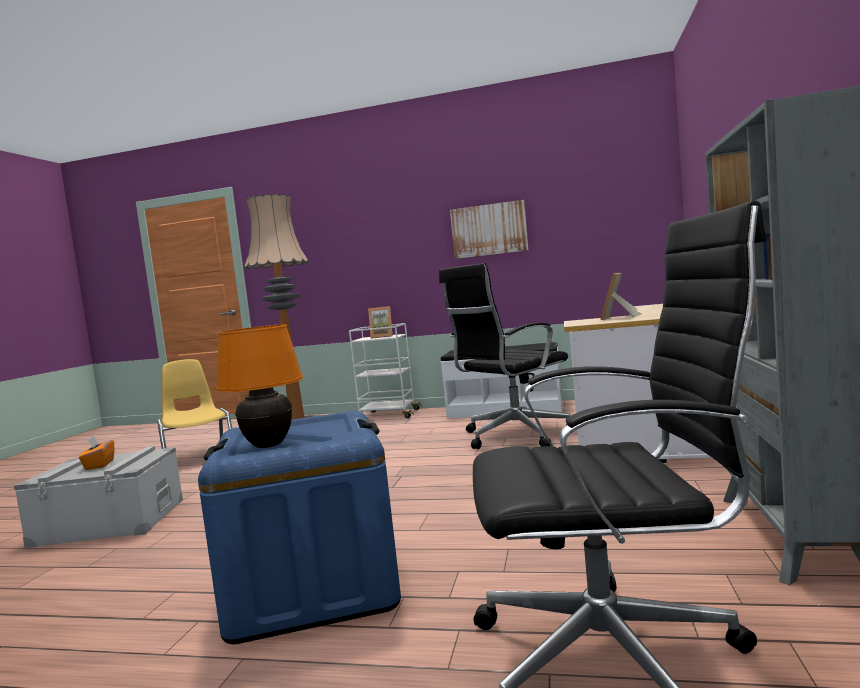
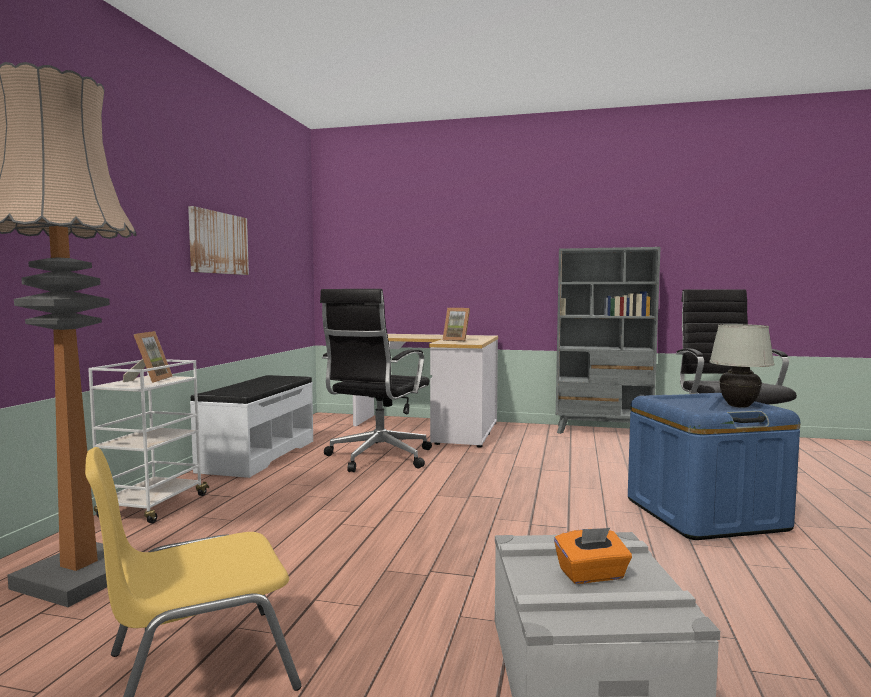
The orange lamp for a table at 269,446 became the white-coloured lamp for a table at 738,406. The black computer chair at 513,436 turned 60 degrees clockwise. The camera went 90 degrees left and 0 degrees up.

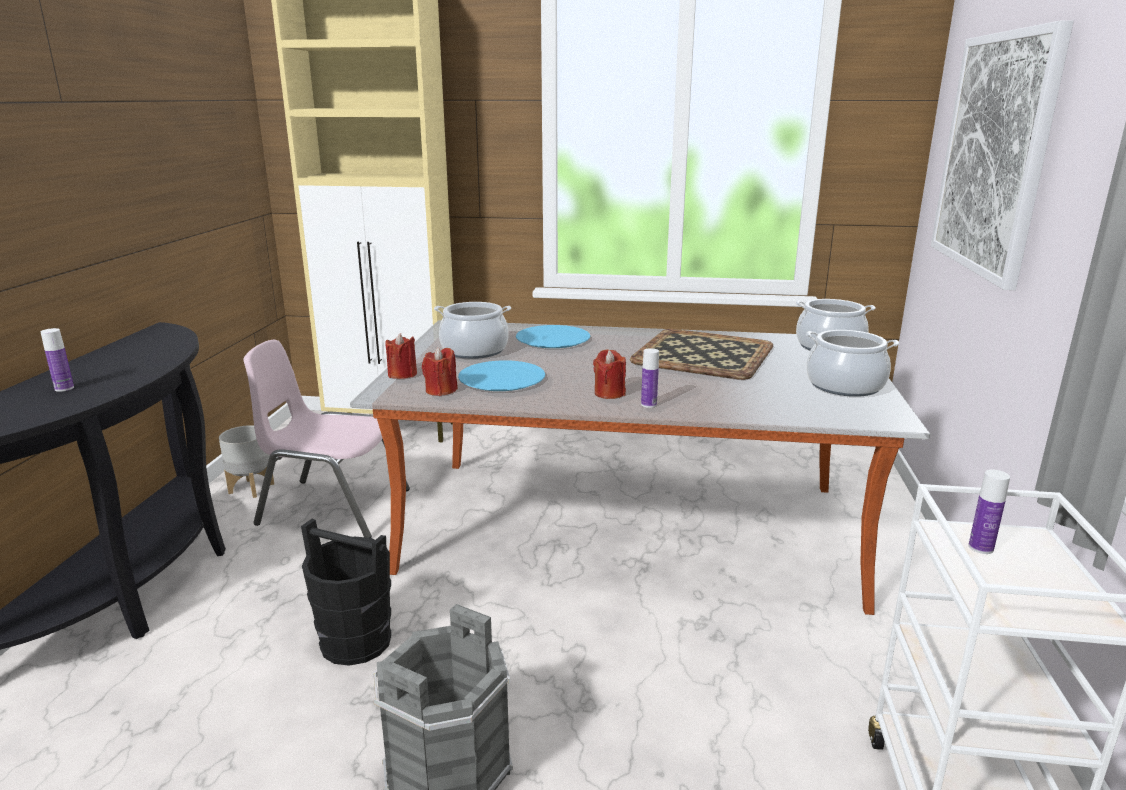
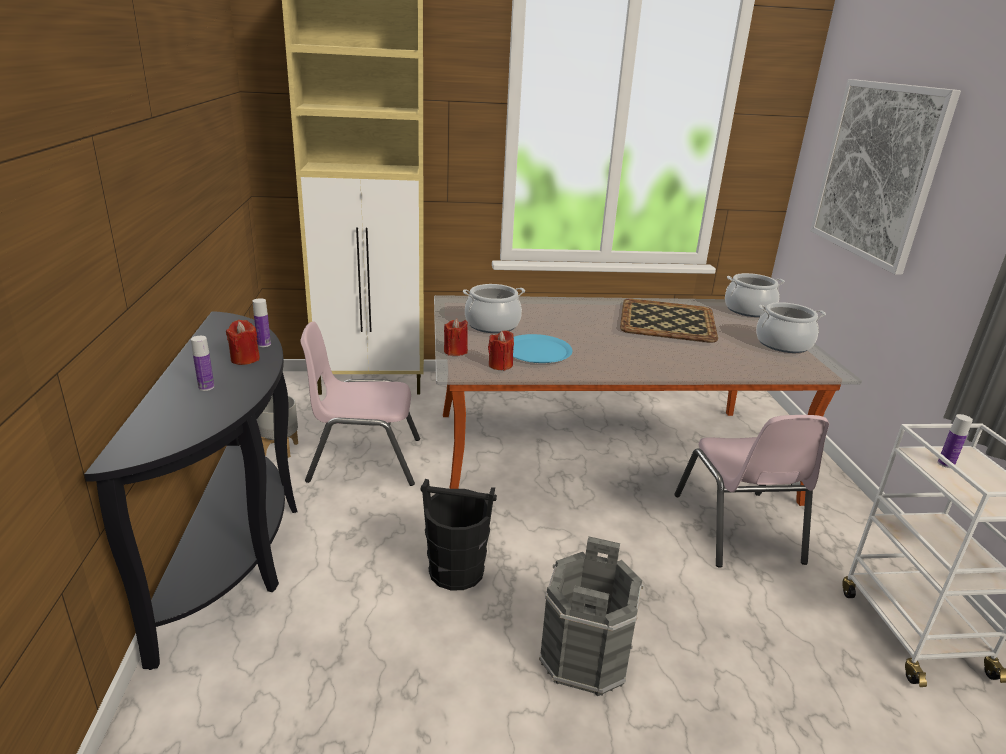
The blue-coloured dinner plate at 553,338 disappeared. The pinkish upright chair at 737,528 appeared. The red-coloured wax light moved from 609,393 to 245,359. The beverage bottle moved from 648,404 to 264,344. The camera went 15 degrees left and 5 degrees up.

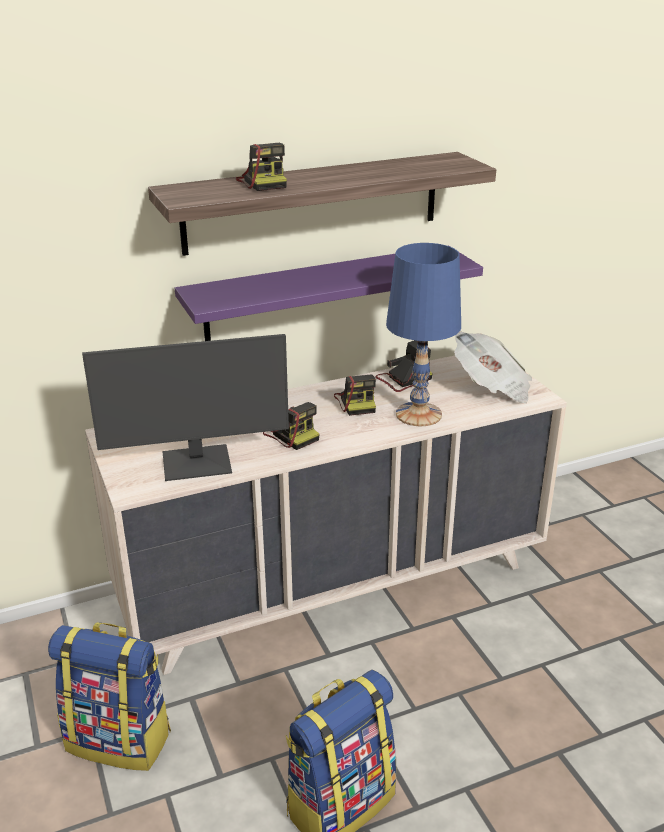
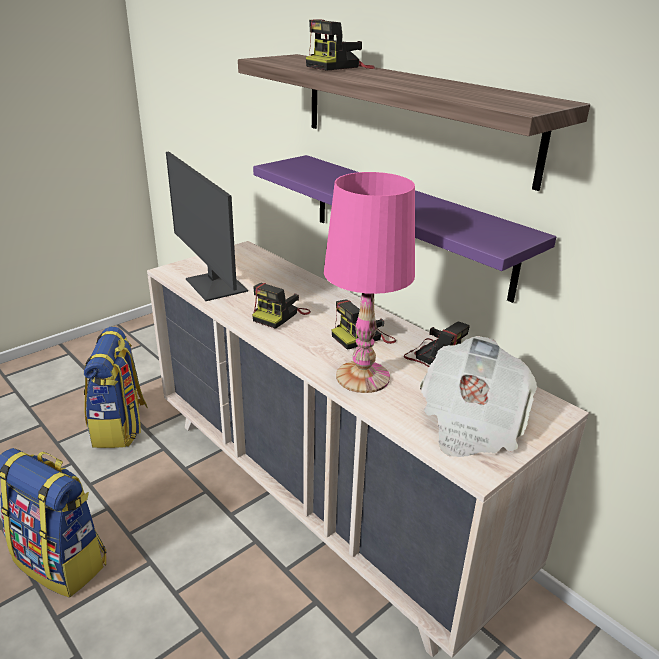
The blue-coloured lamp for a table at 419,414 became the pinkish lamp for a table at 363,377. The camera went 70 degrees right and 0 degrees up.

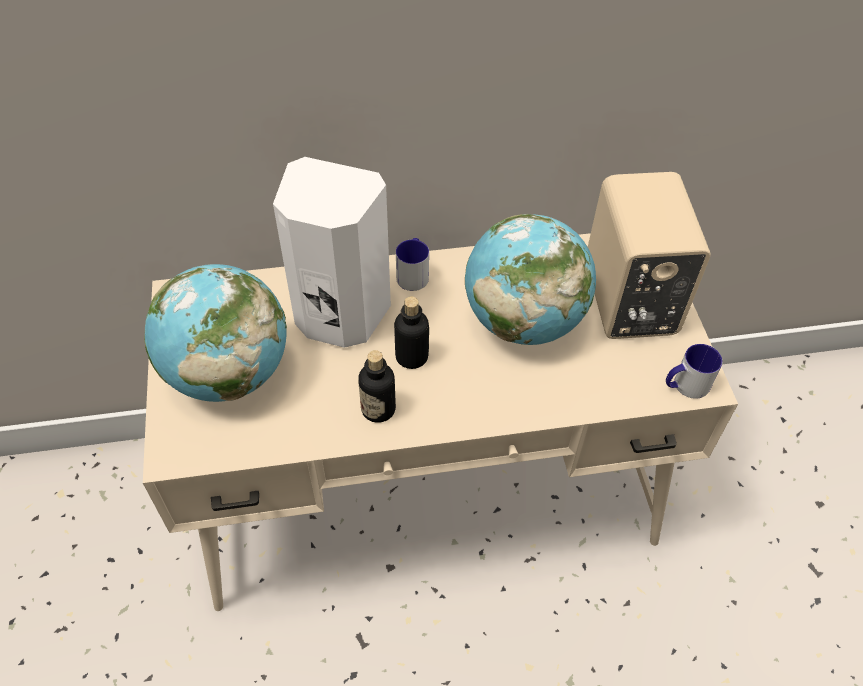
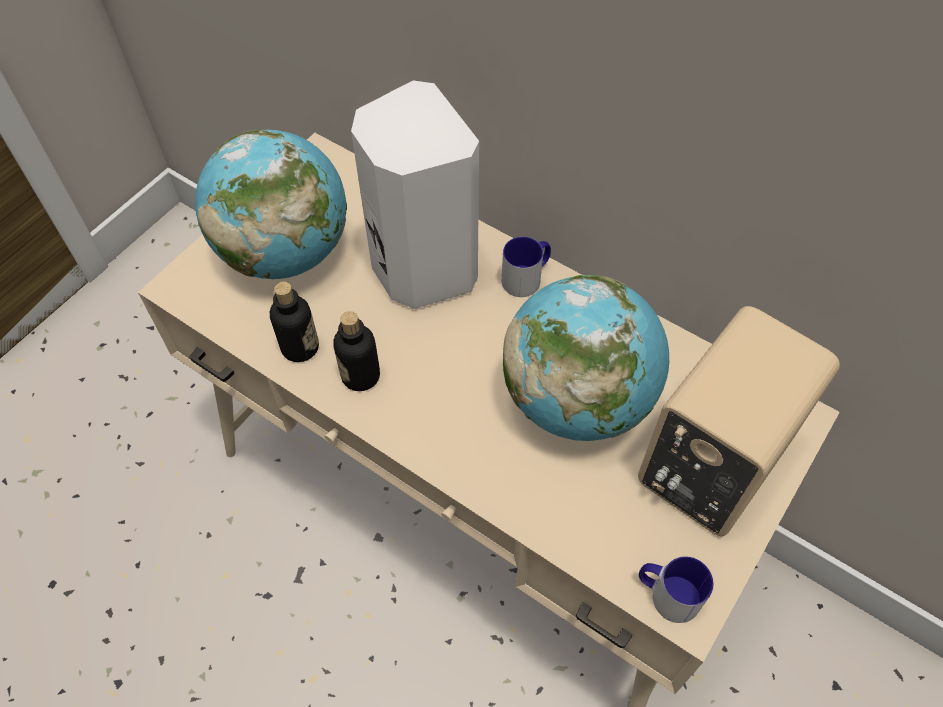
The beverage bottle moved from 411,357 to 300,347. The camera went 45 degrees right and 5 degrees up.

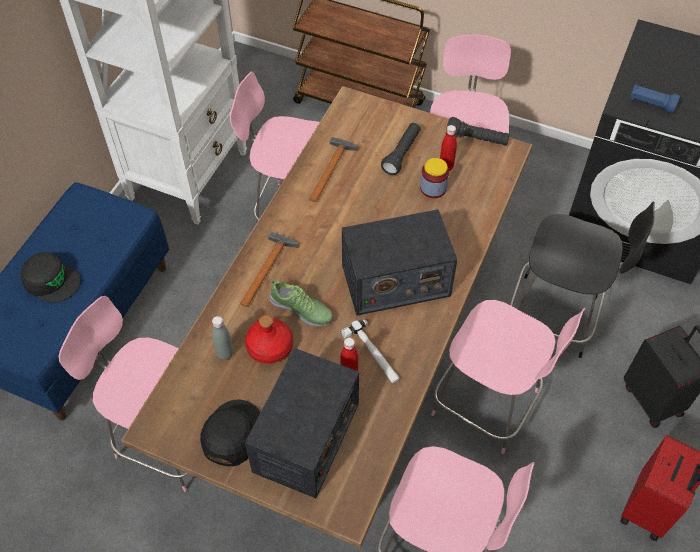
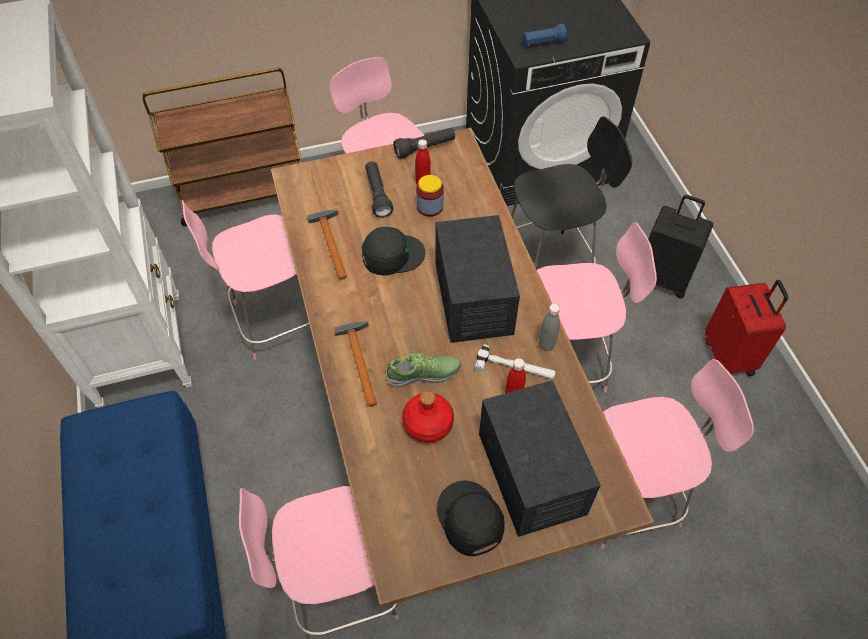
The black cap moved from 51,280 to 392,255. The grey beverage bottle moved from 225,353 to 546,344. The radio receiver at 395,281 turned 45 degrees counterclockwise. The camera went 40 degrees left and 0 degrees up.

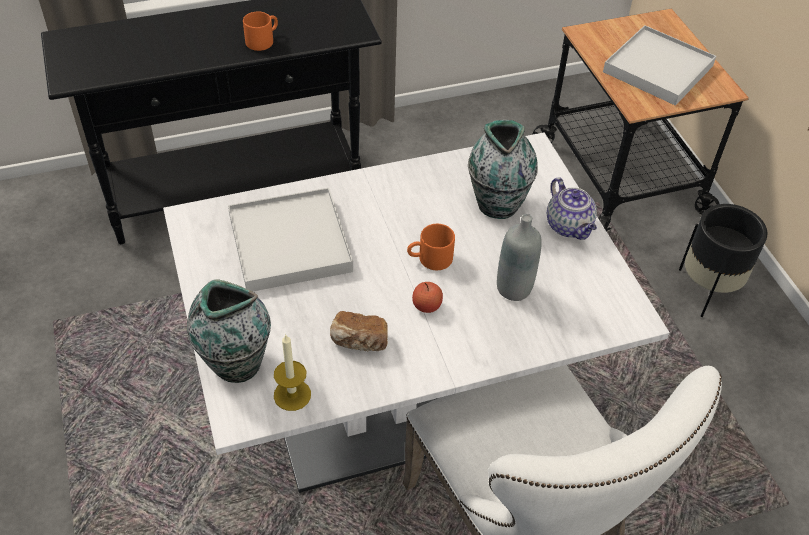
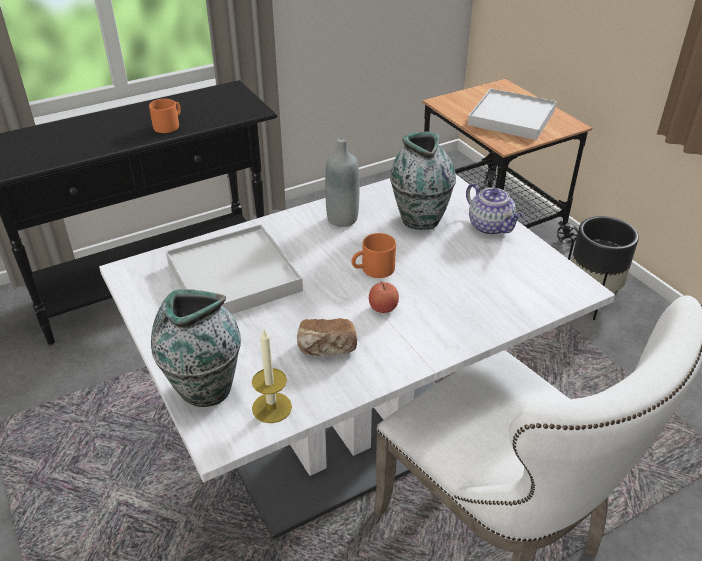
The grey beverage bottle moved from 514,288 to 342,219. The camera went 10 degrees left and 10 degrees down.

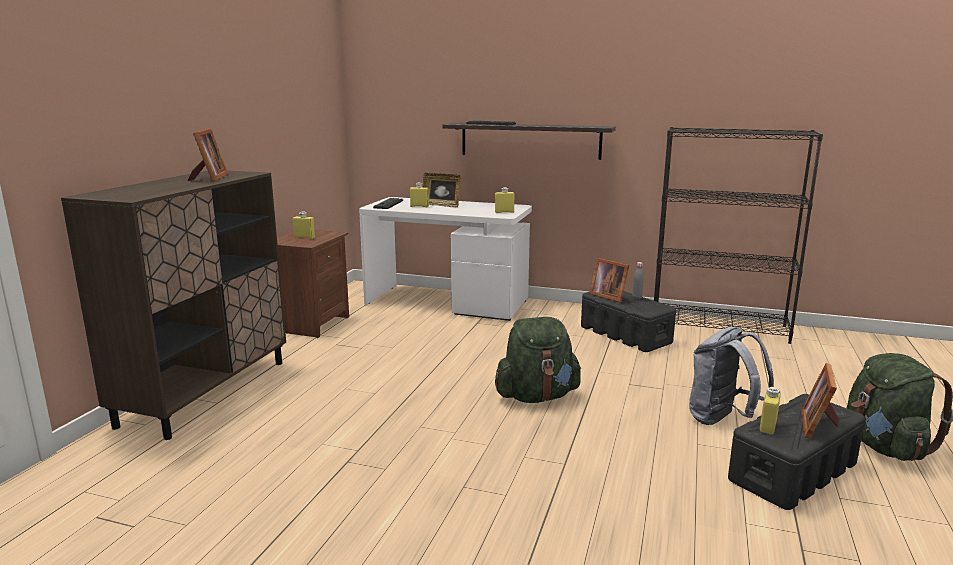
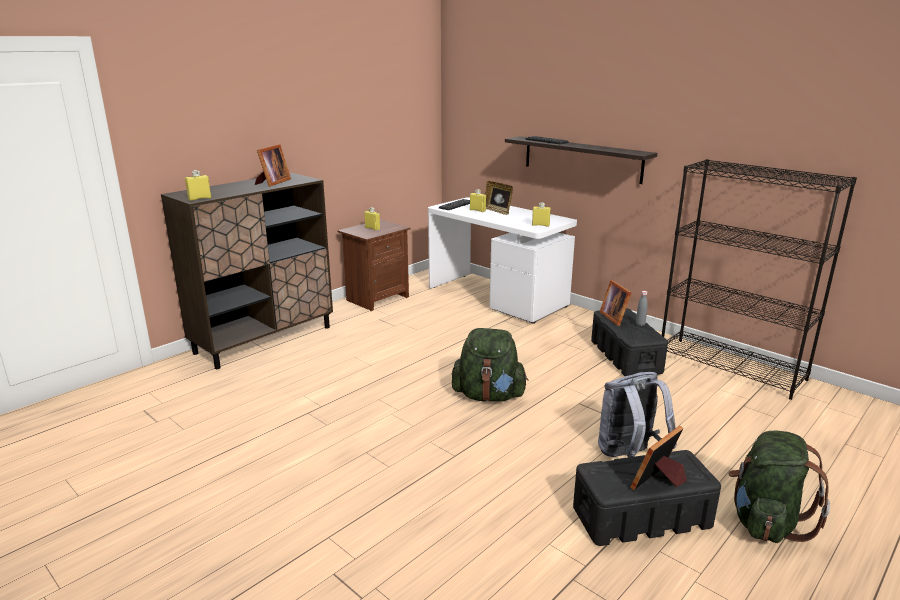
The yellow-coloured beverage bottle moved from 768,426 to 199,199. The camera went 25 degrees right and 5 degrees up.

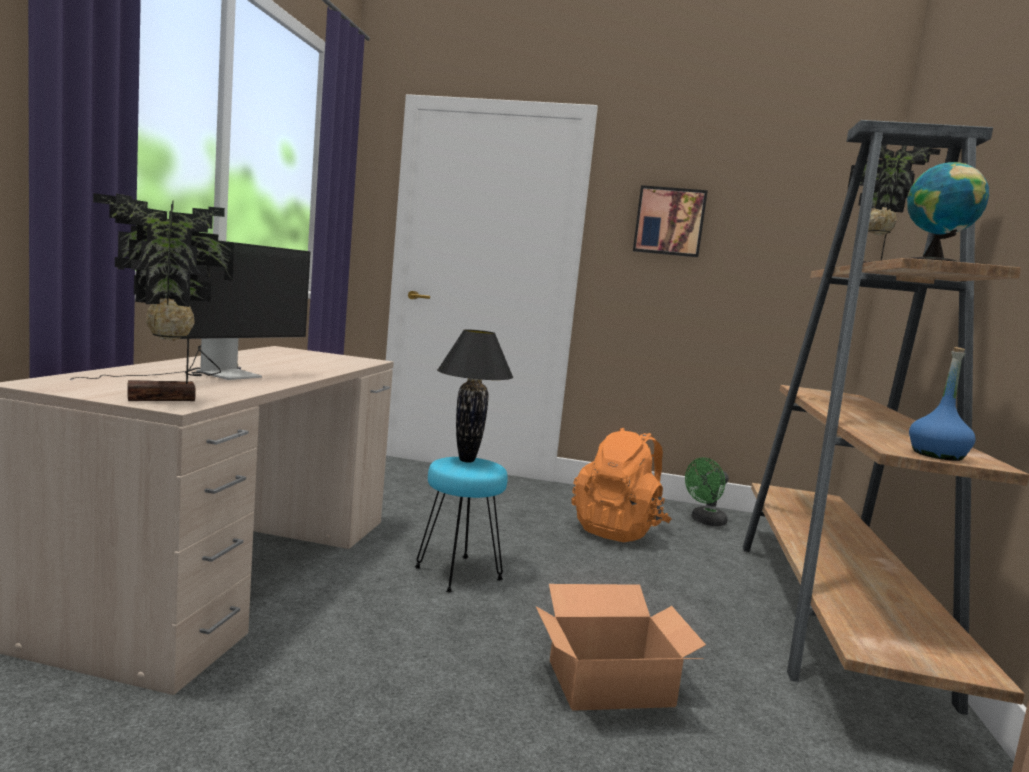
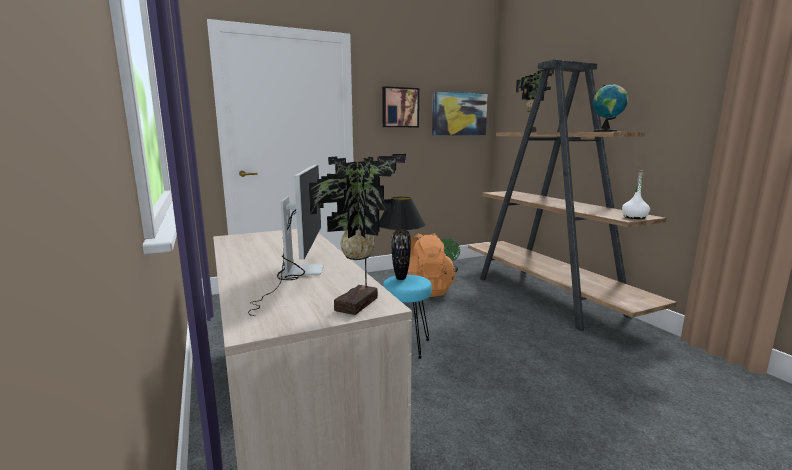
The carton at 612,684 disappeared. The wall art at 459,114 appeared. The blue-coloured beverage bottle at 937,455 became the white-coloured beverage bottle at 634,217. The camera went 35 degrees left and 5 degrees up.

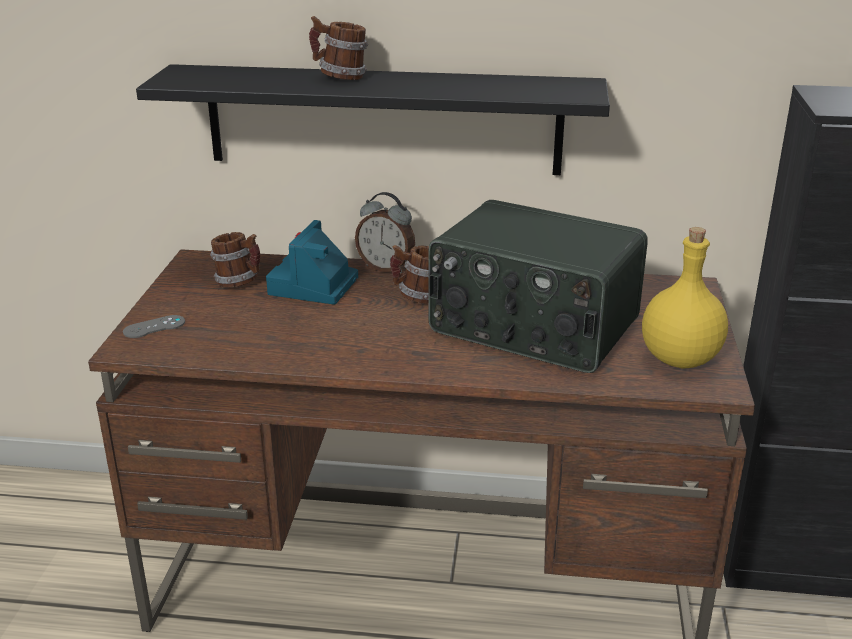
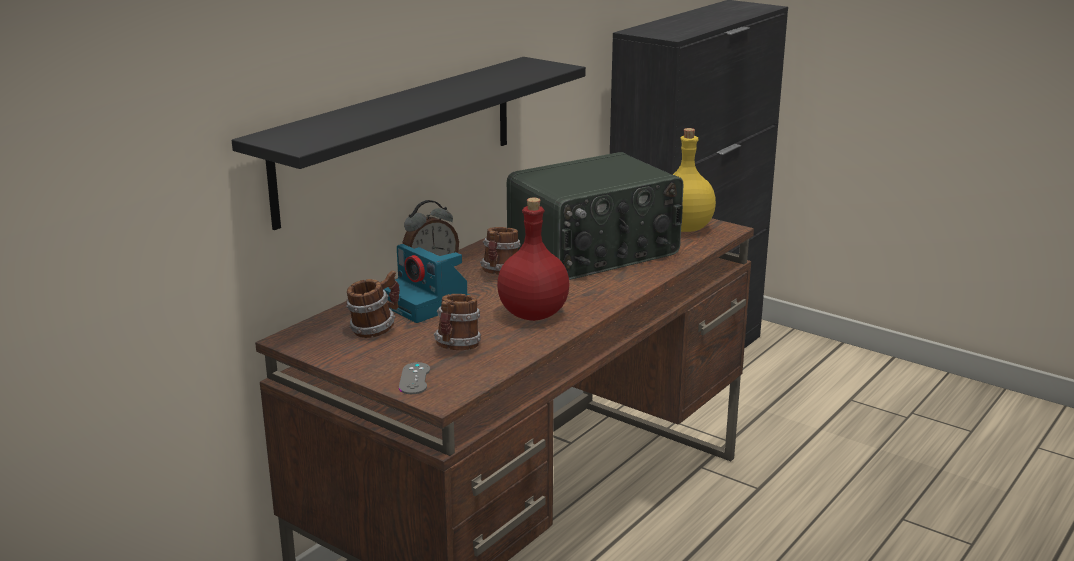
The red-coloured beverage bottle at 534,315 appeared. The mug moved from 340,77 to 457,347. The camera went 60 degrees left and 5 degrees down.

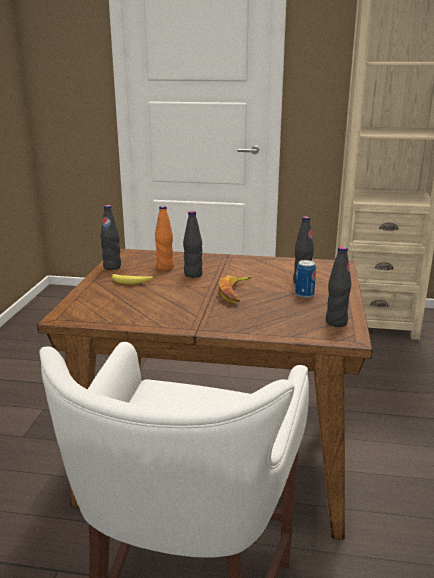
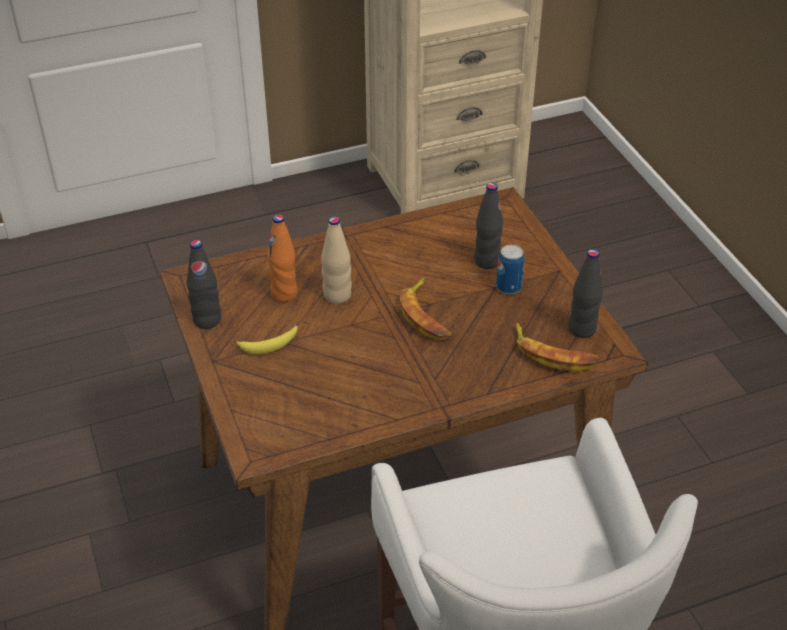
The banana at 553,354 appeared. The black beverage bottle at 193,274 became the sand-coloured beverage bottle at 337,296. The camera went 30 degrees left and 20 degrees up.

